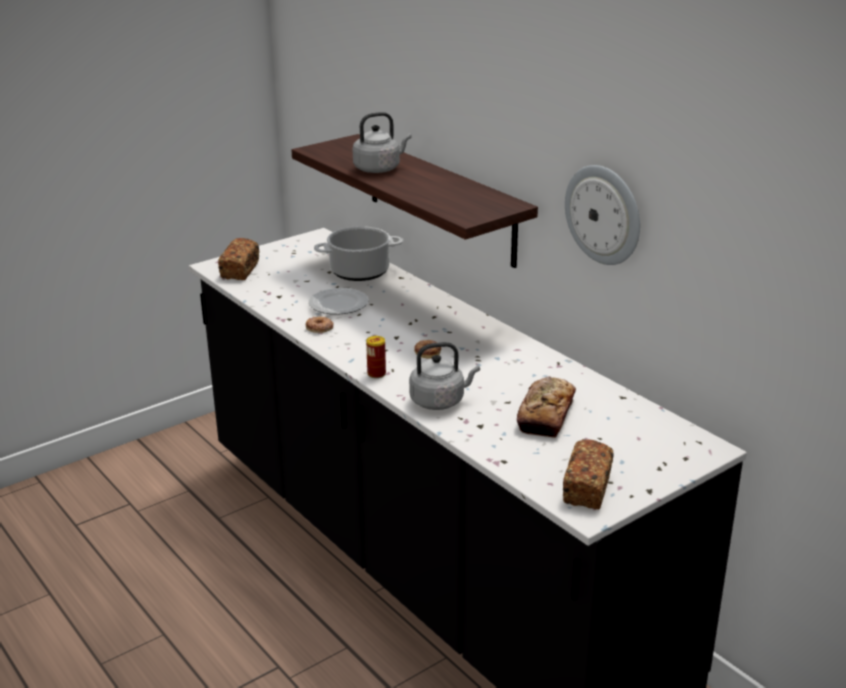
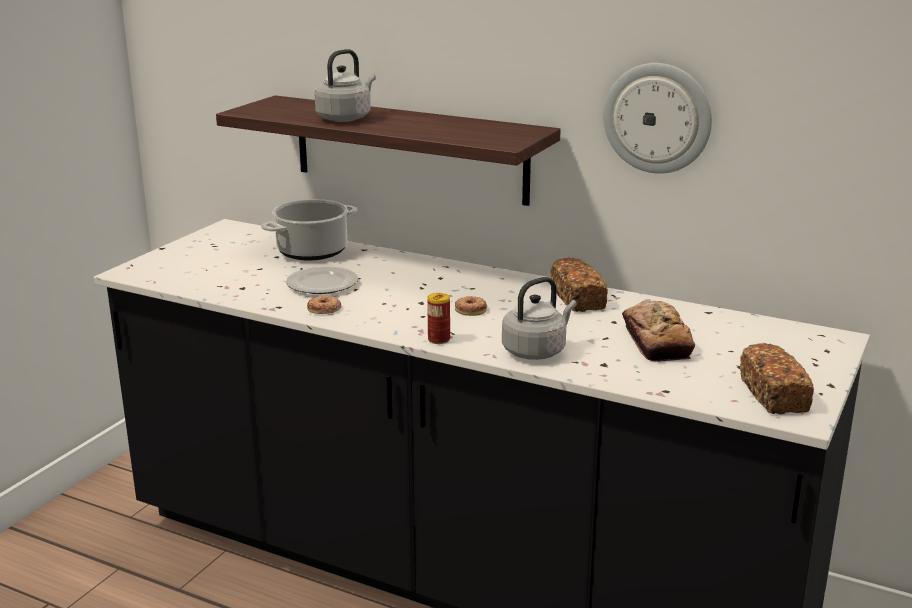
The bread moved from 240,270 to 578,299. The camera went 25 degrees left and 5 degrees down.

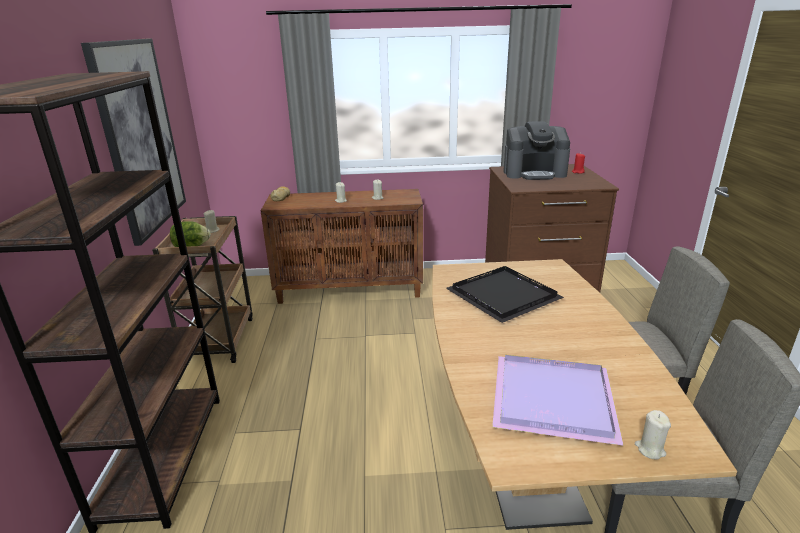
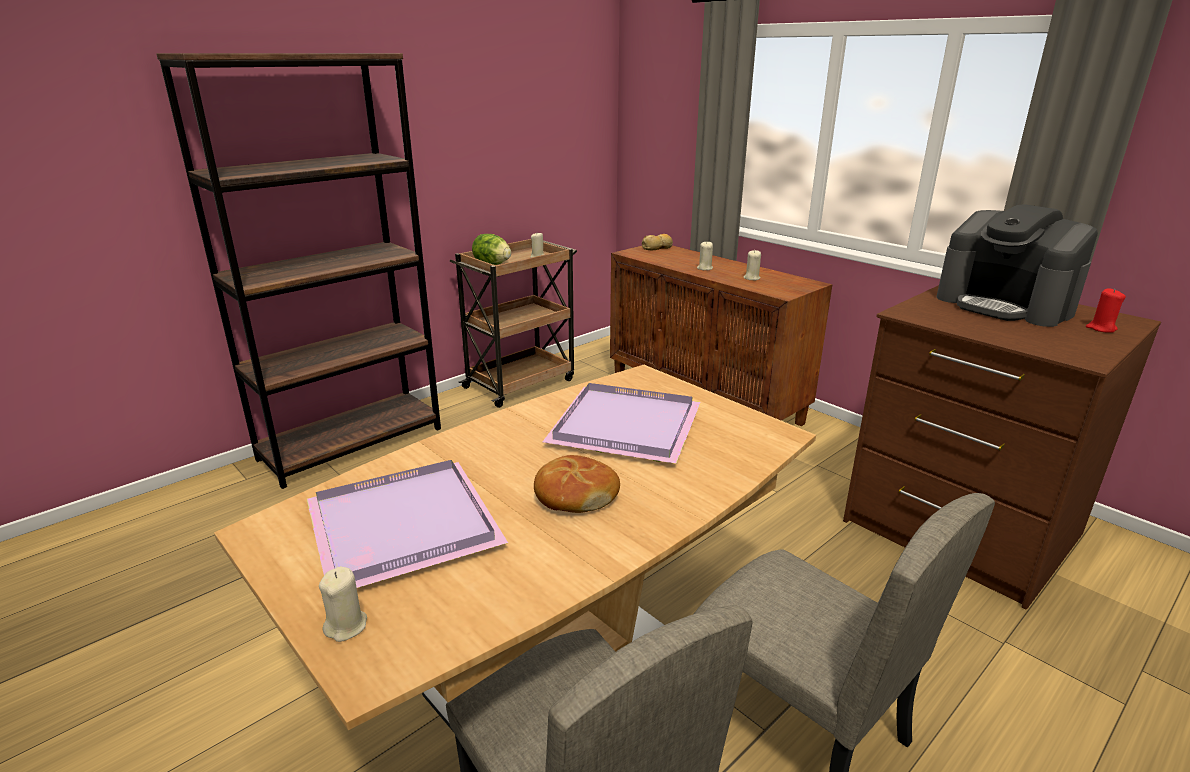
The wall art at 140,137 disappeared. The bread at 575,495 appeared. The black tray at 505,296 became the purple-coloured tray at 627,428. The camera went 50 degrees right and 0 degrees up.

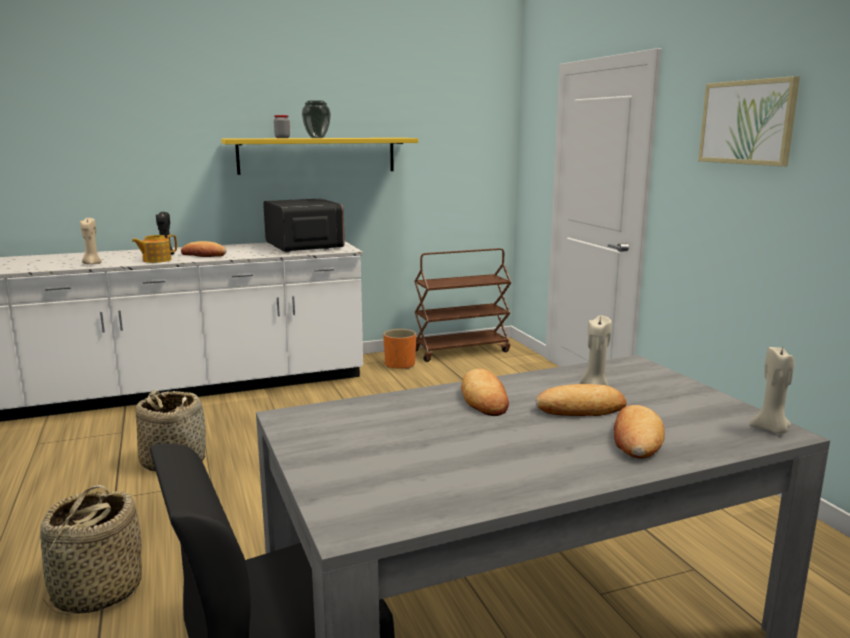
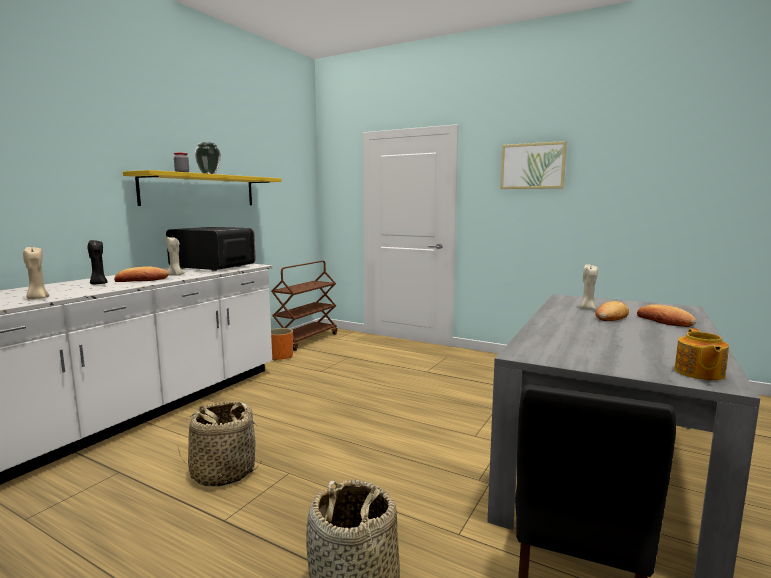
The bread at 484,398 disappeared. The tea pot moved from 156,260 to 698,373. The sand-coloured wax light moved from 771,429 to 175,275. The camera went 40 degrees left and 5 degrees down.

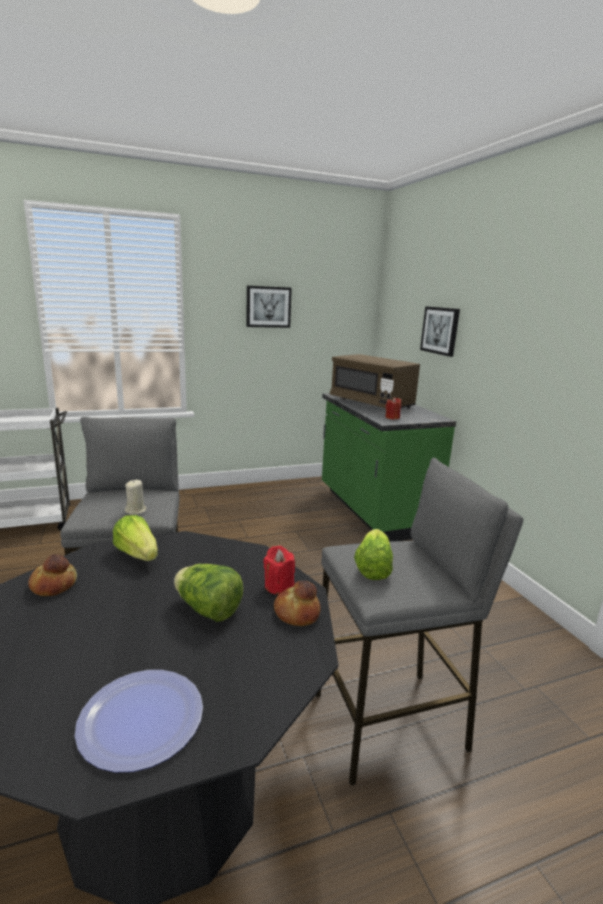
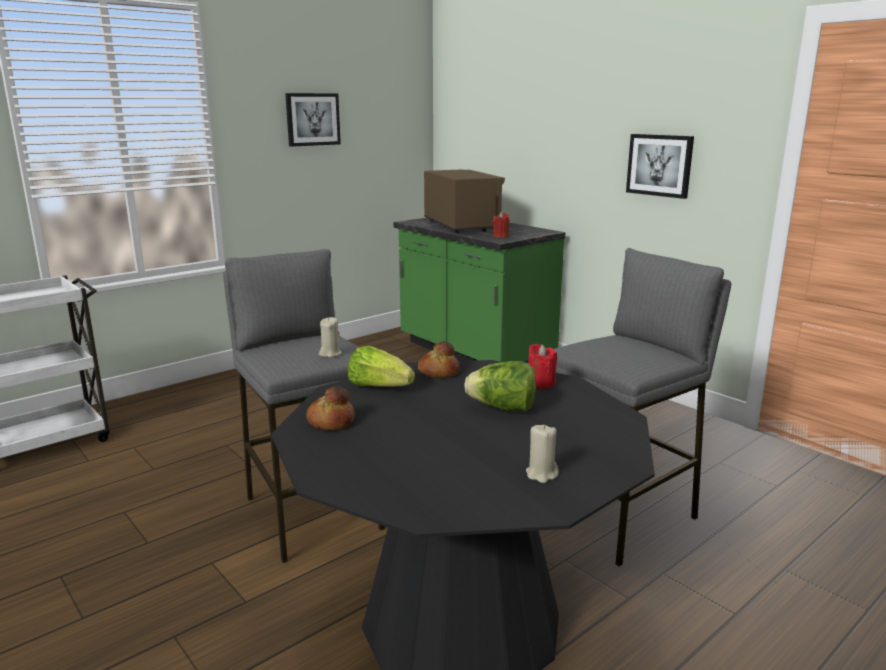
The lettuce at 373,568 disappeared. The bread moved from 296,613 to 438,372. The wall art moved from 440,330 to 660,165. The dinner plate at 141,719 was replaced by the sand-coloured wax light at 541,474. The brown microwave oven at 371,403 turned 135 degrees counterclockwise. The camera went 20 degrees left and 0 degrees up.

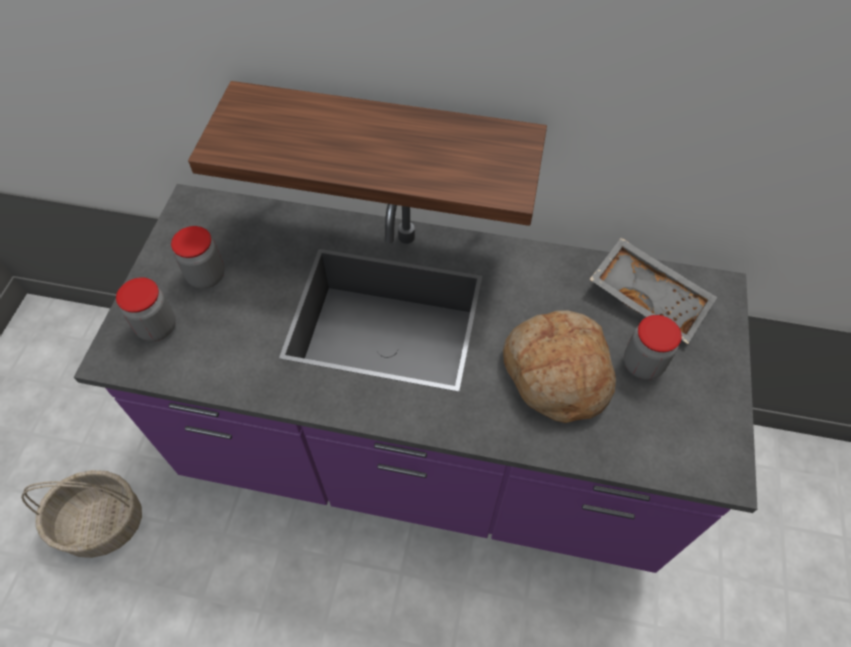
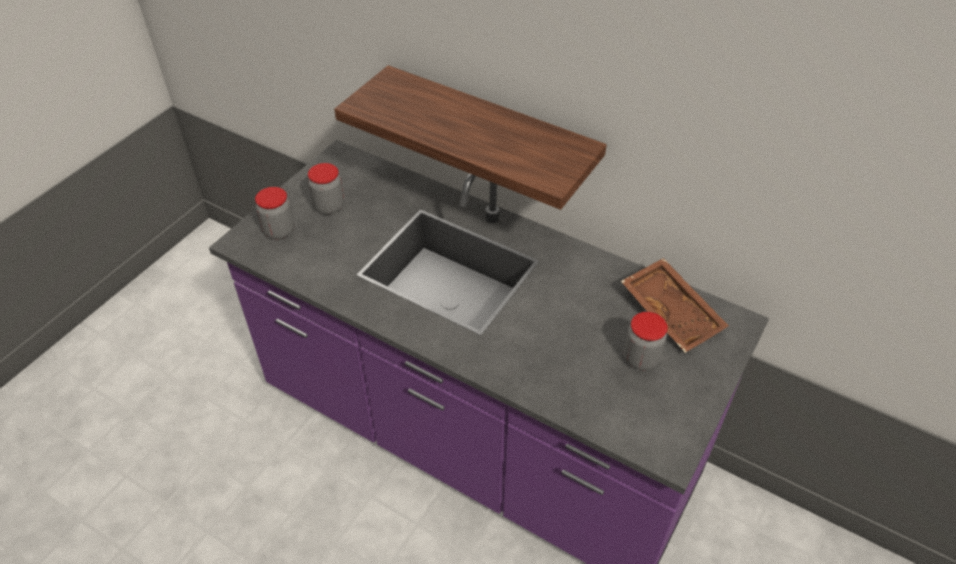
The storage basket at 103,522 disappeared. The bread at 556,373 disappeared. The grey tray at 649,296 became the brown tray at 672,312. The camera went 20 degrees right and 10 degrees down.

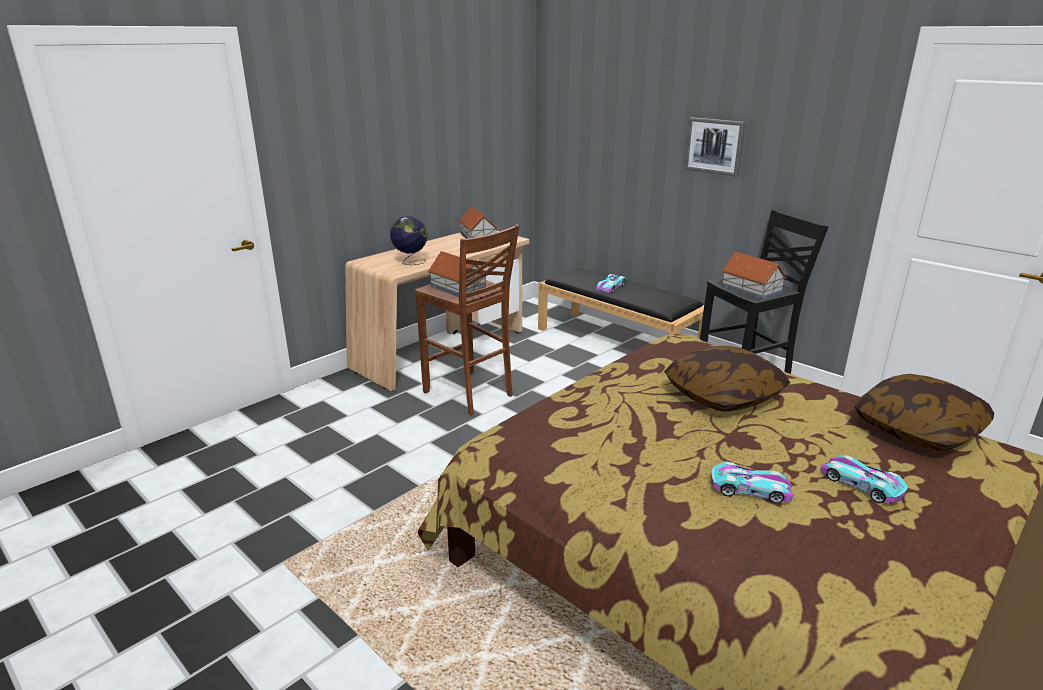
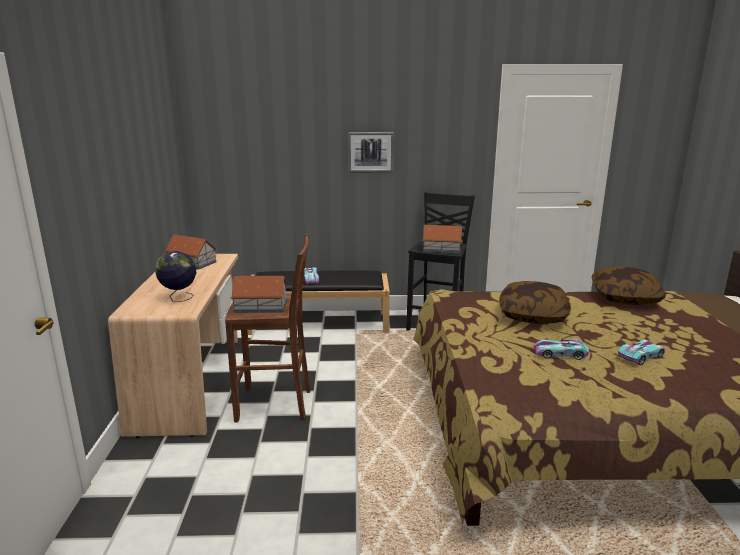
The model car moved from 861,484 to 560,353. The camera went 45 degrees left and 5 degrees down.

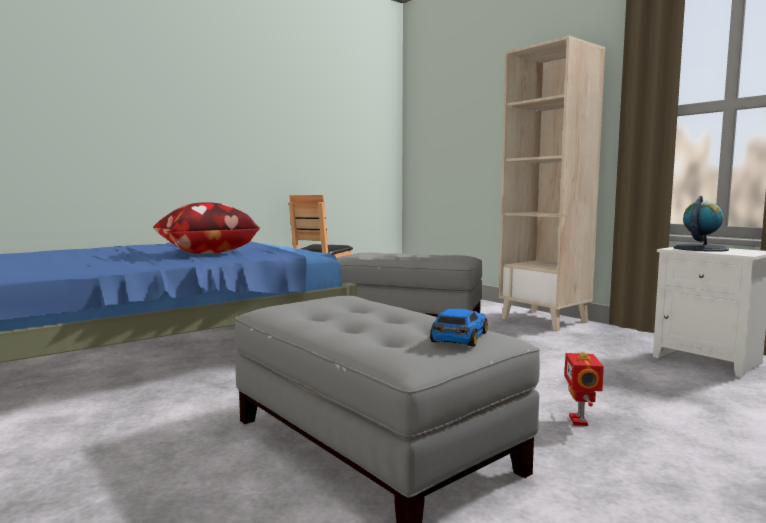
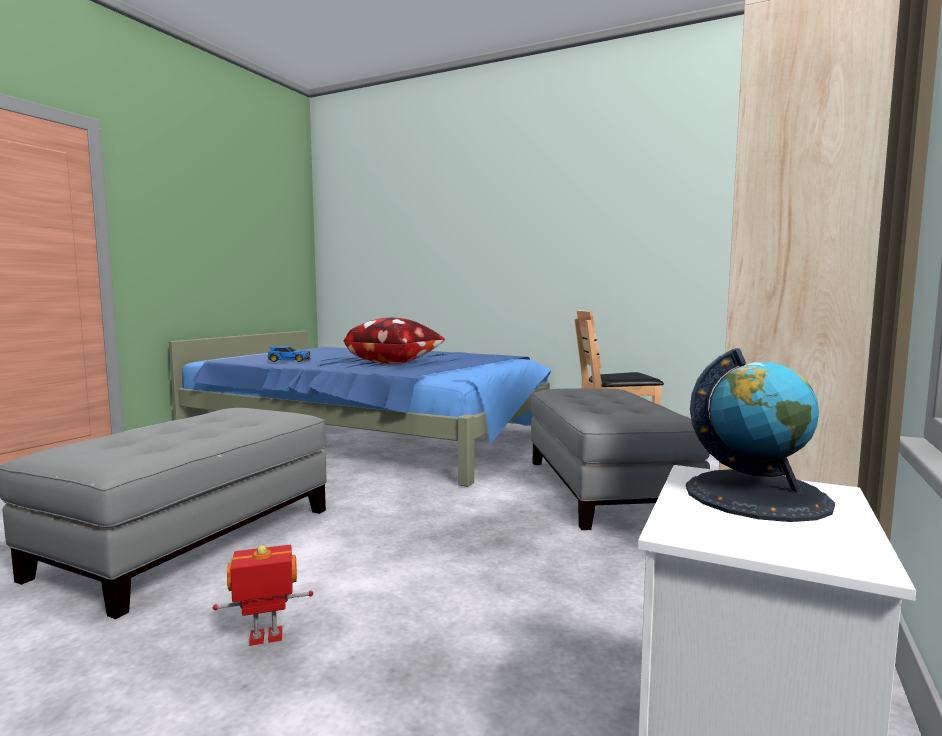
The model car moved from 459,337 to 289,361. The camera went 65 degrees right and 0 degrees up.

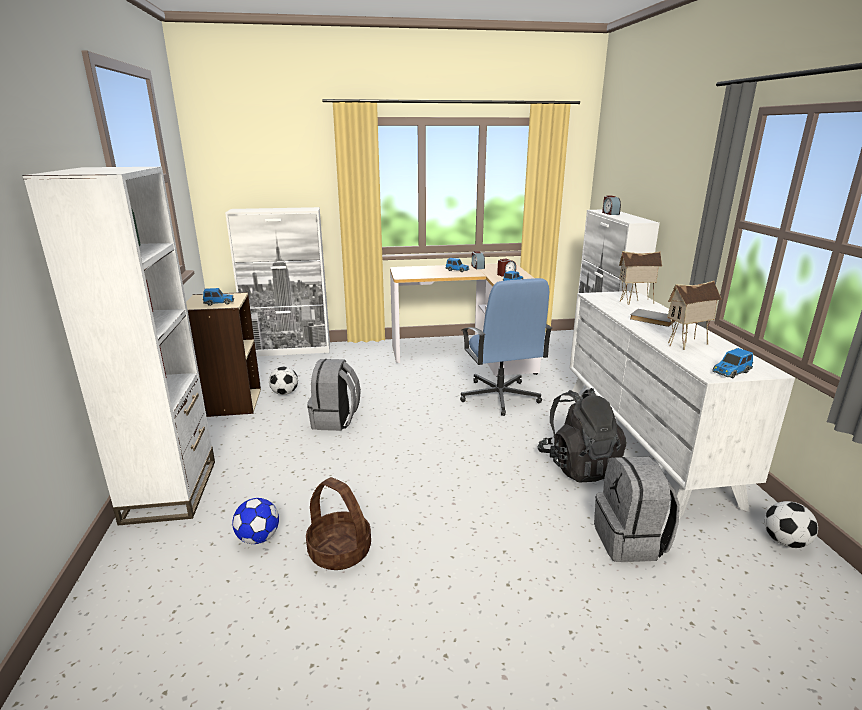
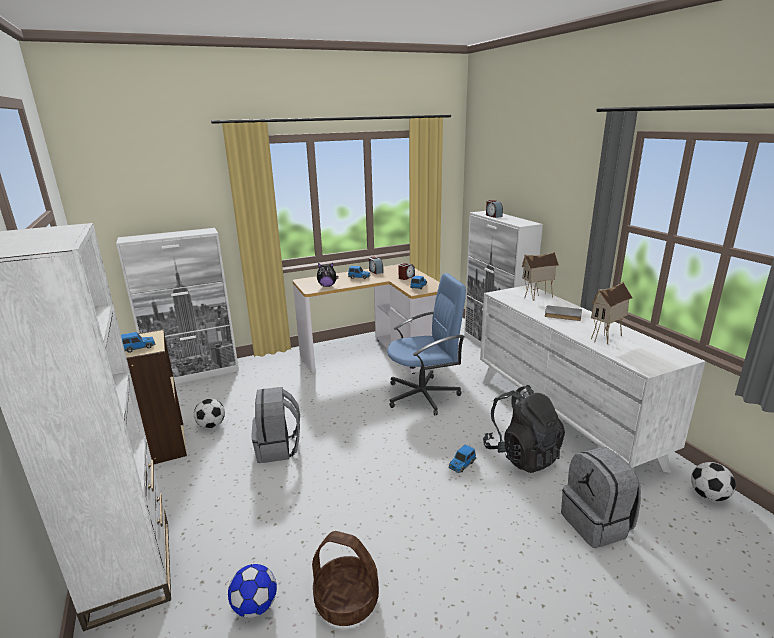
The cuddly toy at 327,286 appeared. The model car moved from 730,372 to 461,464. The blue-coloured computer chair at 499,397 turned 75 degrees counterclockwise. The camera went 15 degrees left and 0 degrees up.

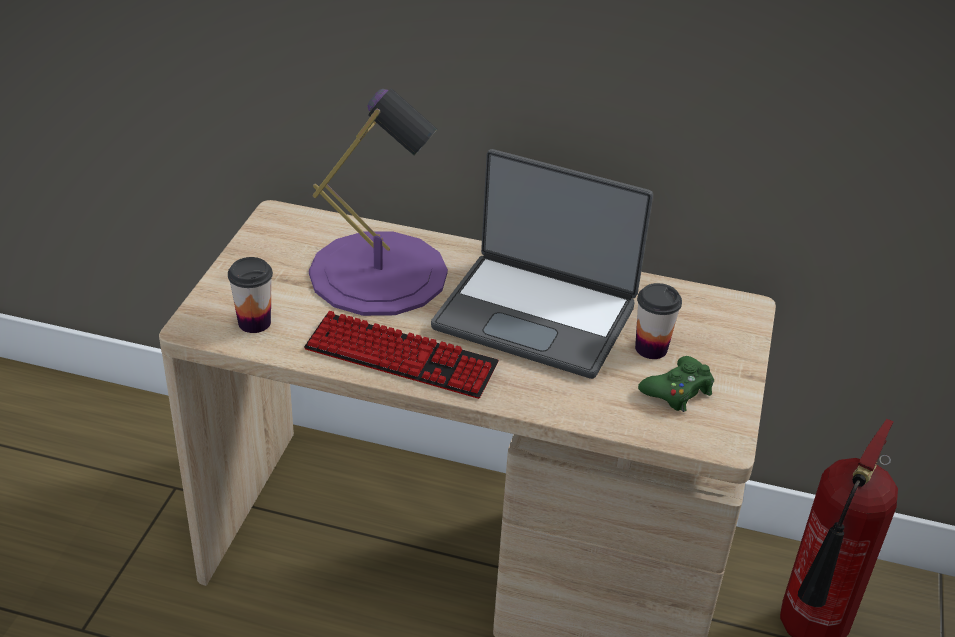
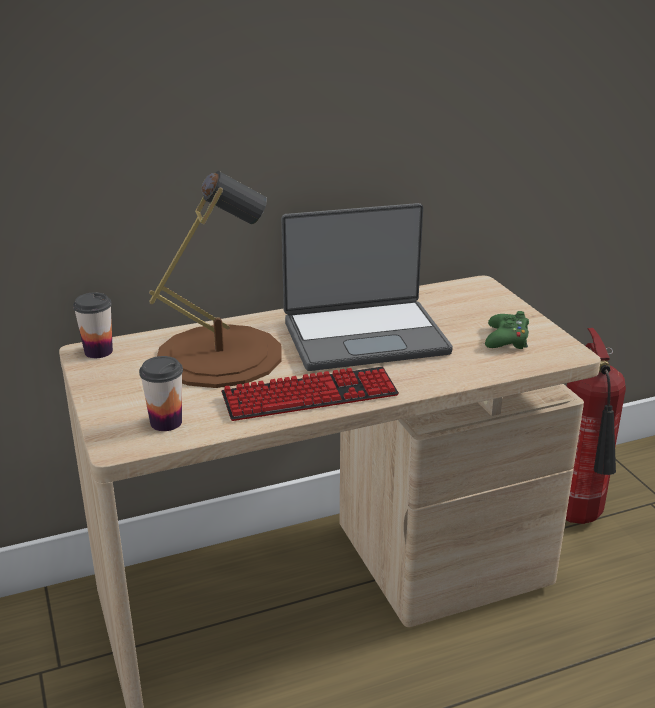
The drinking cup moved from 651,348 to 98,351. The purple-coloured lamp for a table at 379,273 became the brown lamp for a table at 220,355. The camera went 35 degrees left and 10 degrees down.

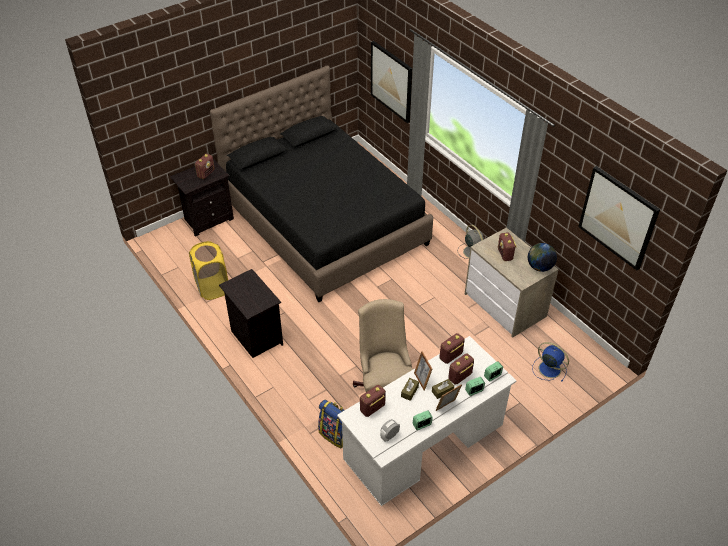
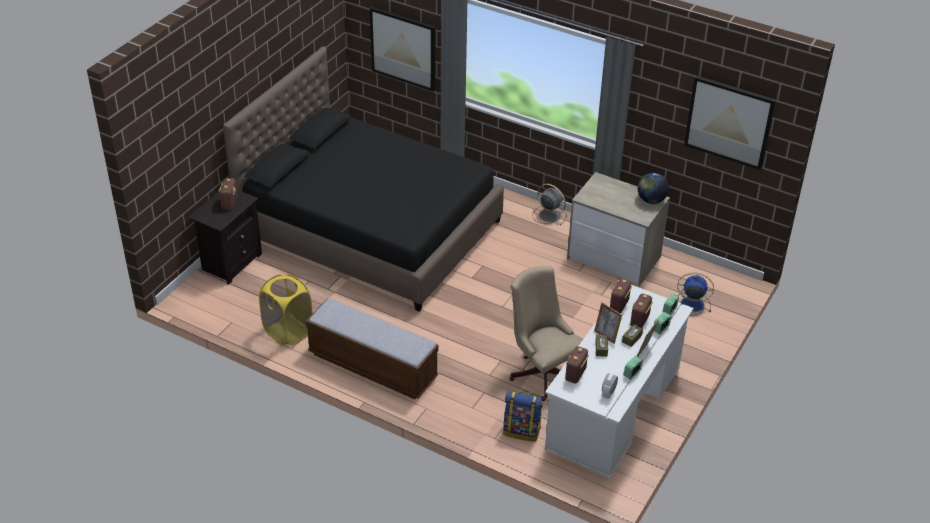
The radio receiver at 505,254 disappeared. The black nightstand at 255,337 was replaced by the bench at 372,366. The camera went 25 degrees left and 5 degrees down.

